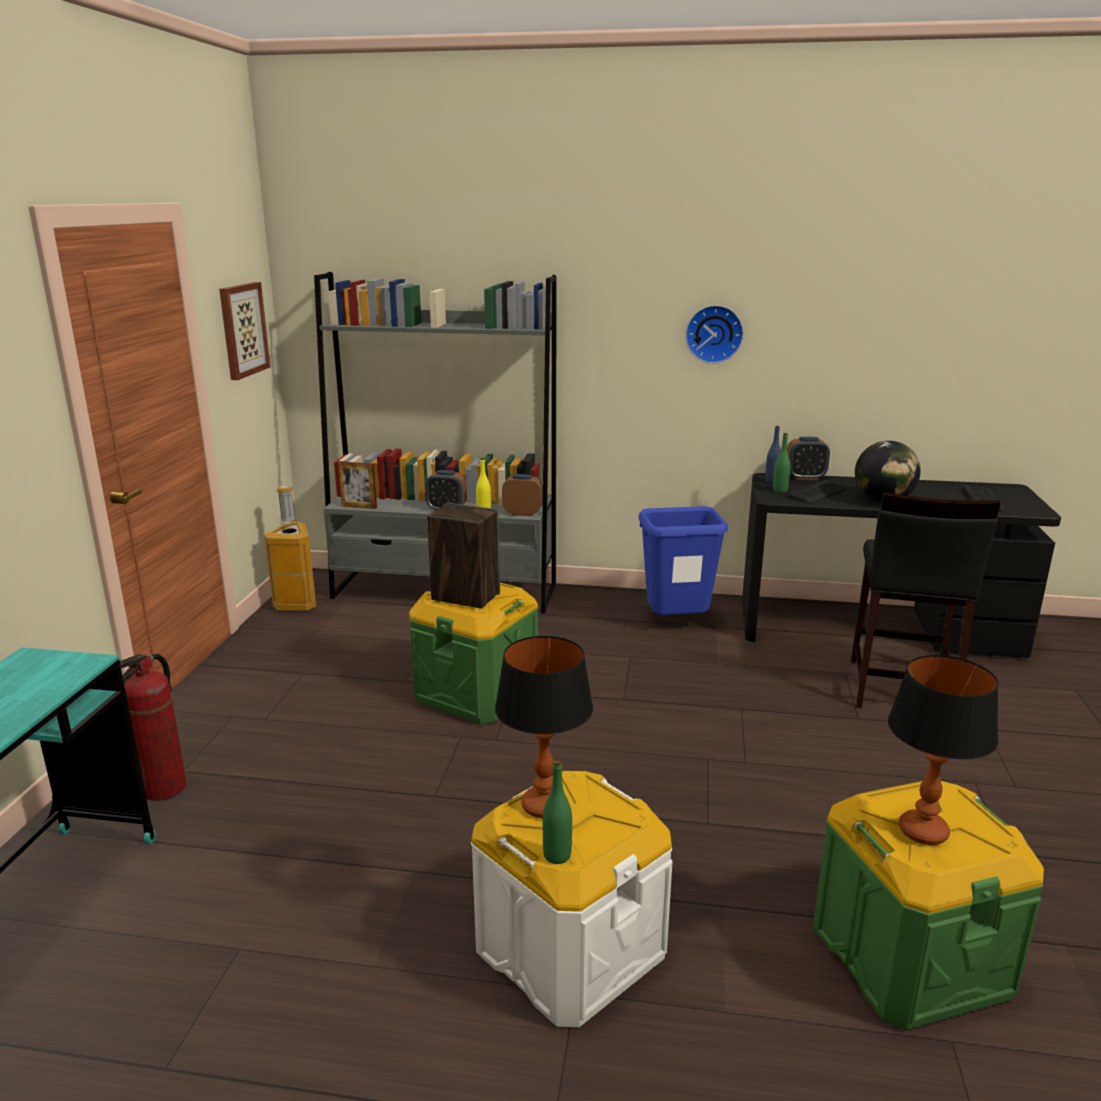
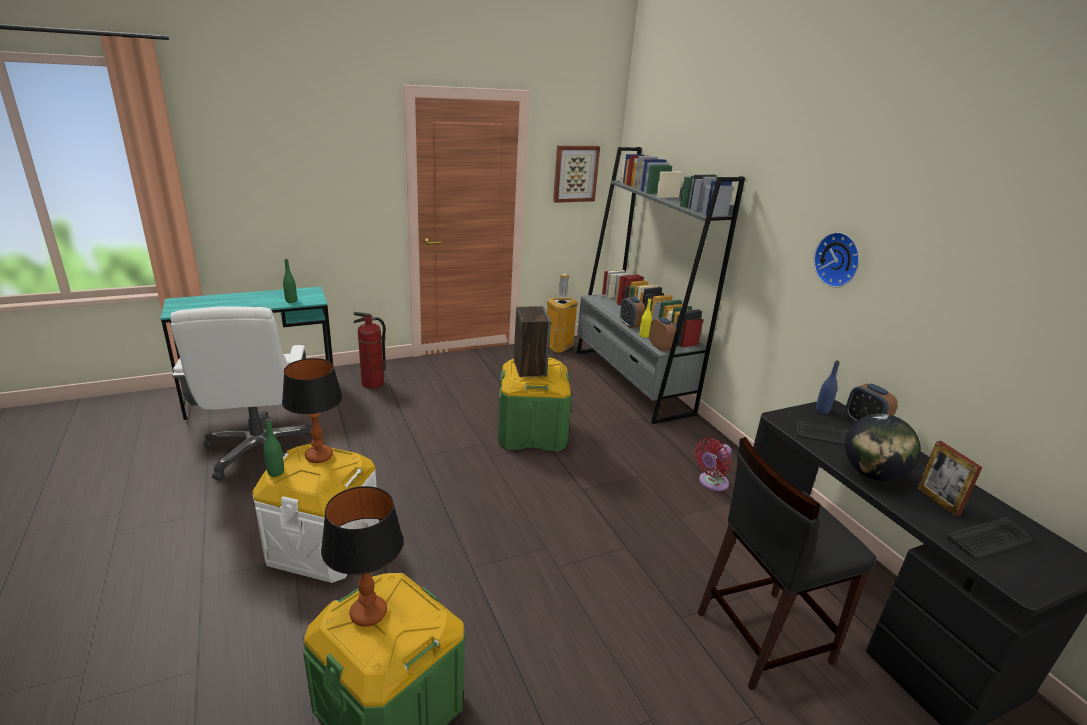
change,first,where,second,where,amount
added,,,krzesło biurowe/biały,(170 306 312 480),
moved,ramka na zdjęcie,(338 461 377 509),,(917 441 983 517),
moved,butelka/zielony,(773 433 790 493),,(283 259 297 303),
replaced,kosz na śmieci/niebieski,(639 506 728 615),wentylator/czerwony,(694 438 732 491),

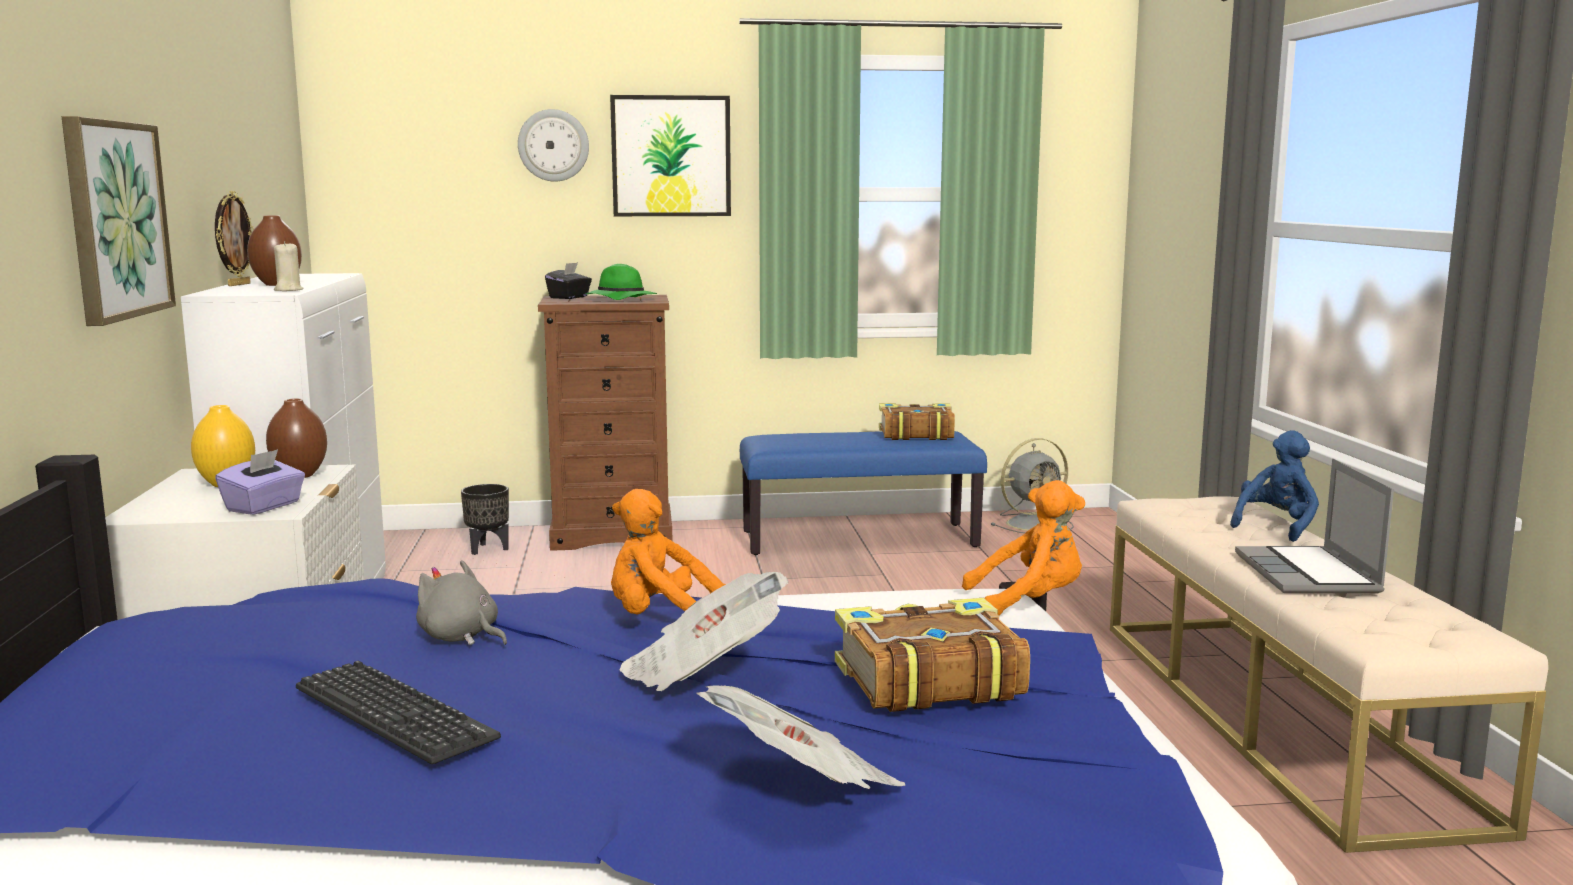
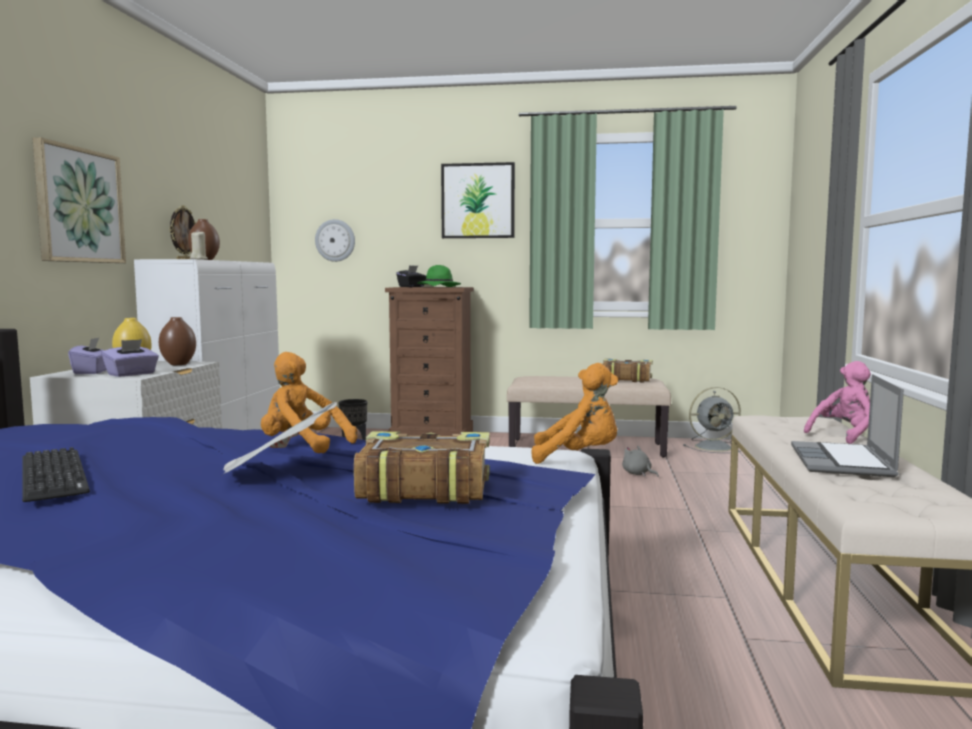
change,first,where,second,where,amount
removed,gazeta,(697 685 905 789),,,
added,,,pudełko chusteczek/fioletowy,(68 338 107 374),
moved,pluszak/szary,(416 560 507 645),,(622 446 659 477),
moved,zegar ścienny,(518 109 589 182),,(315 219 355 262),
recoloured,ławka/niebieski,(740 431 987 555),ławka/beżowy,(507 376 671 457),
recoloured,pluszak/niebieski,(1230 430 1319 542),pluszak/różowy,(804 361 871 444),

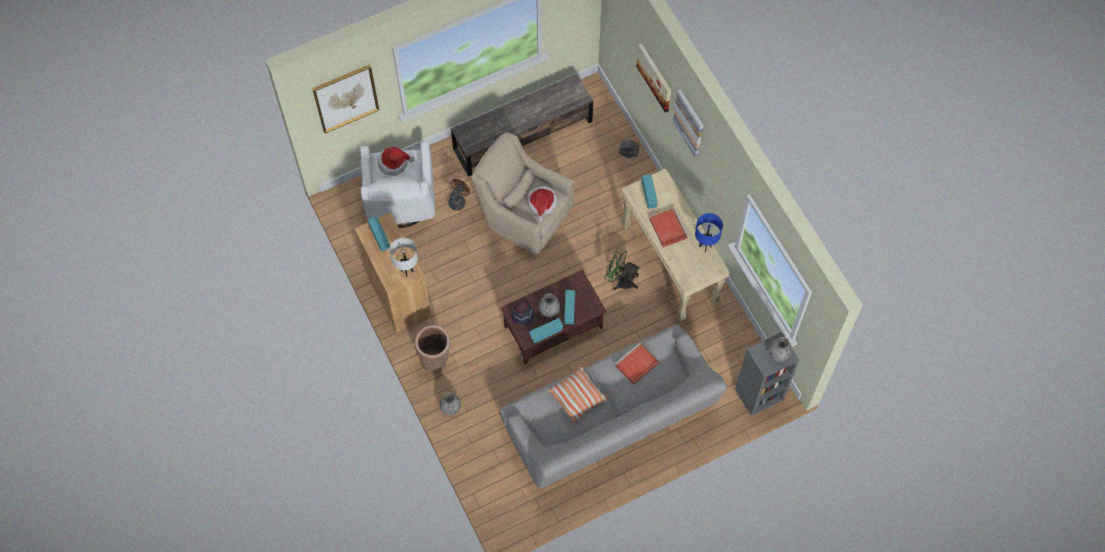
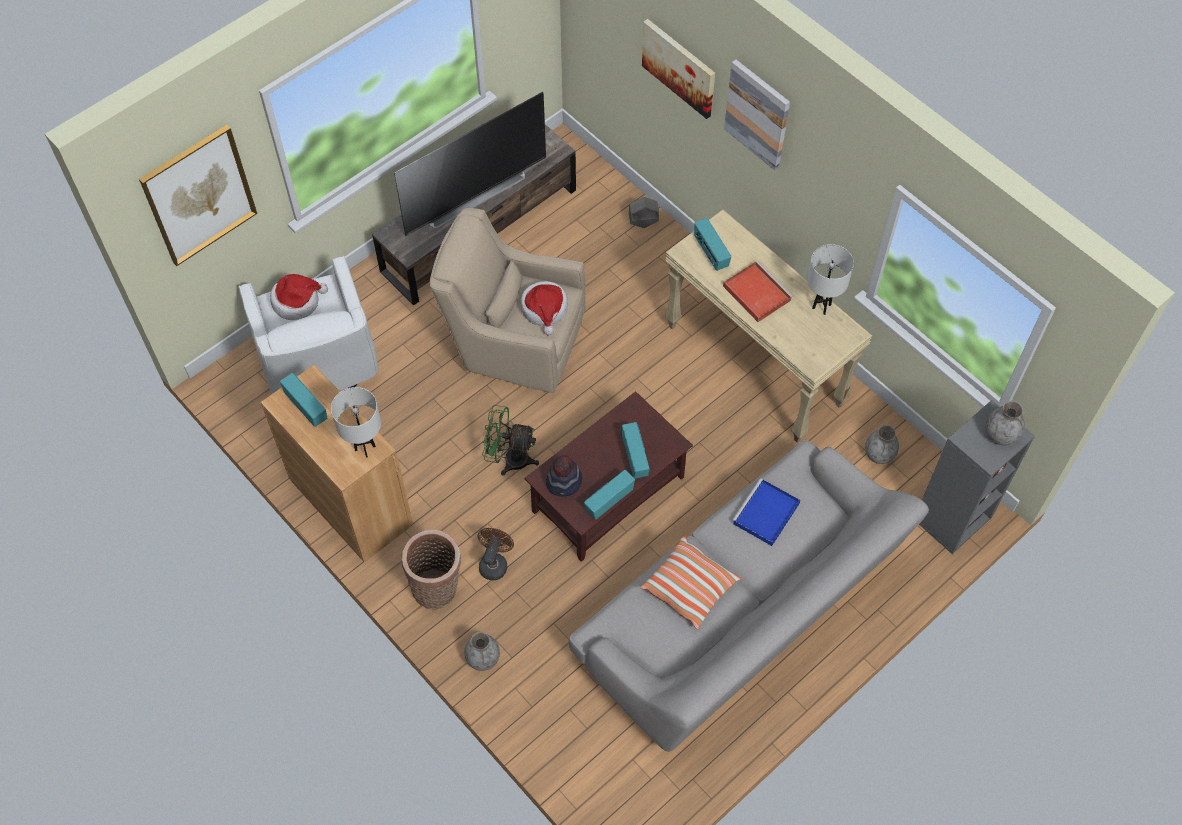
change,first,where,second,where,amount
added,,,telewizor,(394 92 546 236),
moved,wentylator/brązowy,(448 179 470 211),,(478 528 514 580),
moved,wazon/szary,(539 293 560 317),,(865 425 899 464),
moved,wentylator/zielony,(604 248 639 290),,(482 405 539 476),
recoloured,taca/czerwony,(615 342 659 385),taca/niebieski,(732 478 800 546),
recoloured,lampa stołowa/niebieski,(695 213 723 252),lampa stołowa/biały,(807 244 854 315),

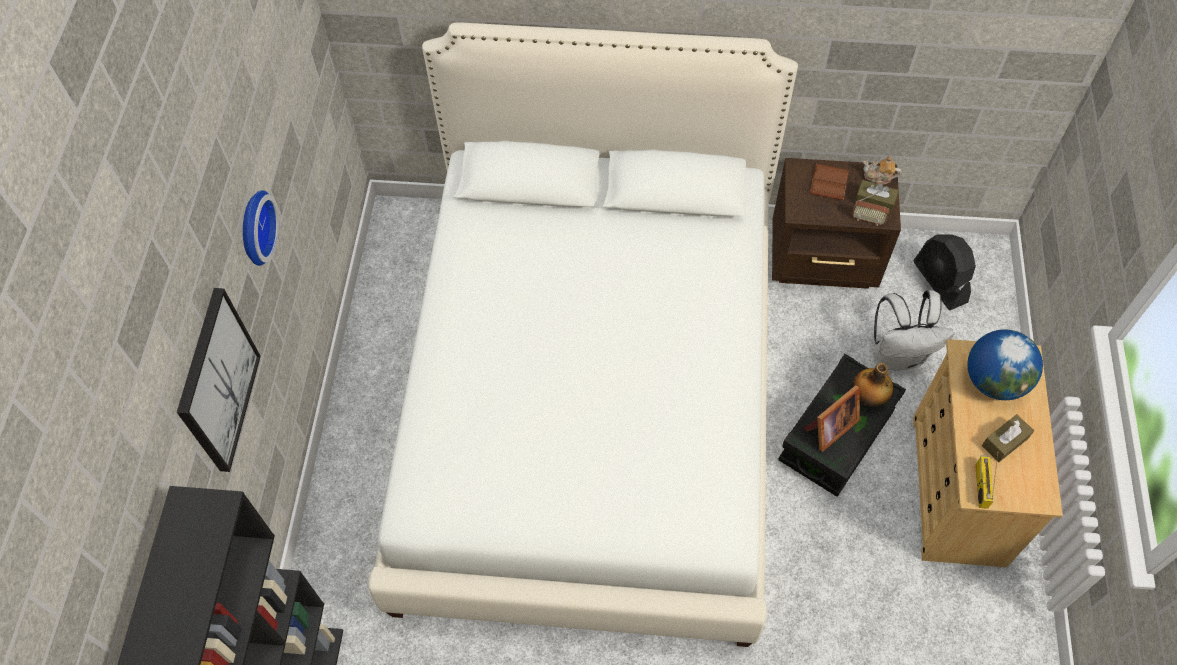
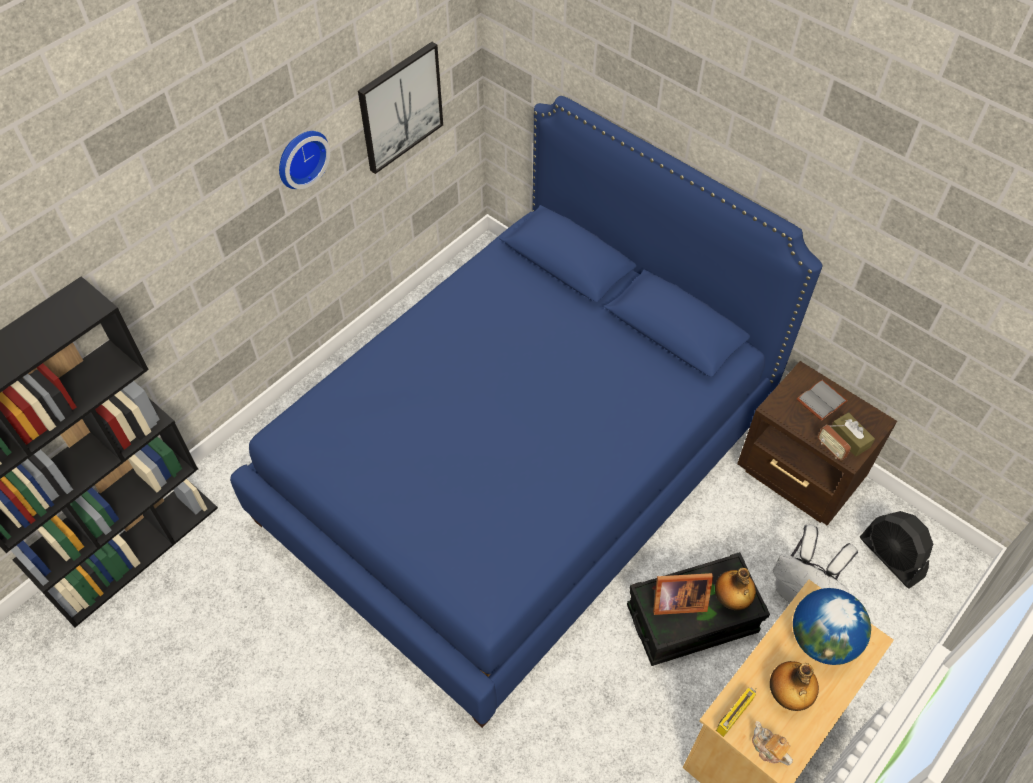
change,first,where,second,where,amount
moved,obraz,(177 288 261 472),,(358 42 443 174),
moved,imbryk,(863 156 901 185),,(752 721 793 766),
replaced,pudełko chusteczek/brązowy,(982 414 1034 462),butelka,(770 661 819 711),
recoloured,łóżko/biały,(368 23 798 647),łóżko/niebieski,(230 96 822 728),
recoloured,książka/brązowy,(810 164 849 200),książka/szary,(797 380 847 421),
turned,wentylator/czarny,(913 234 976 310),,(860 511 933 589),45 degrees counterclockwise

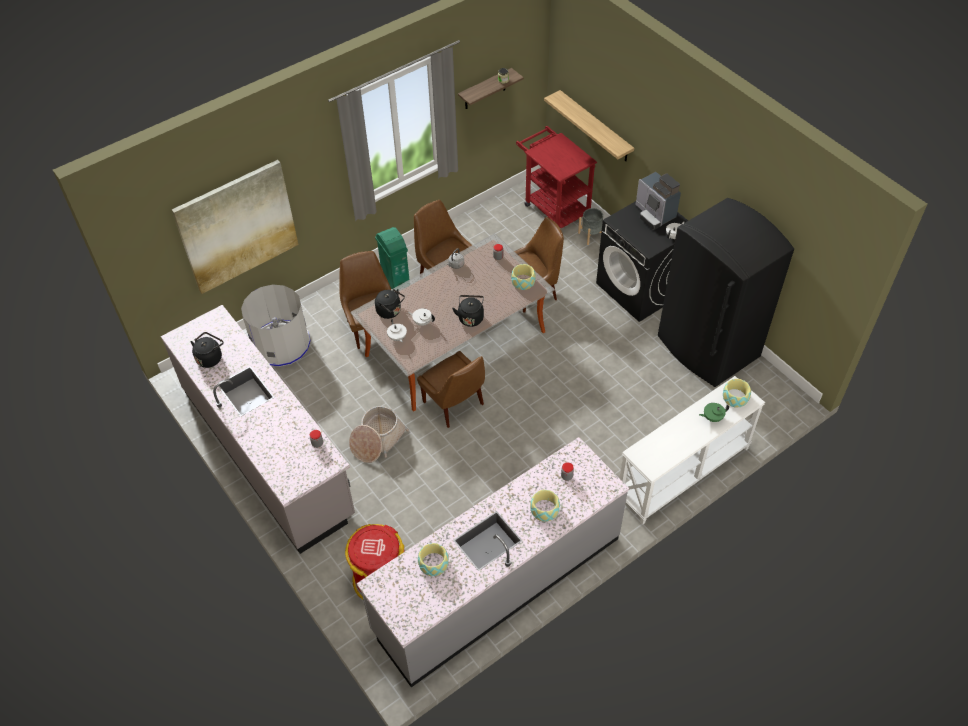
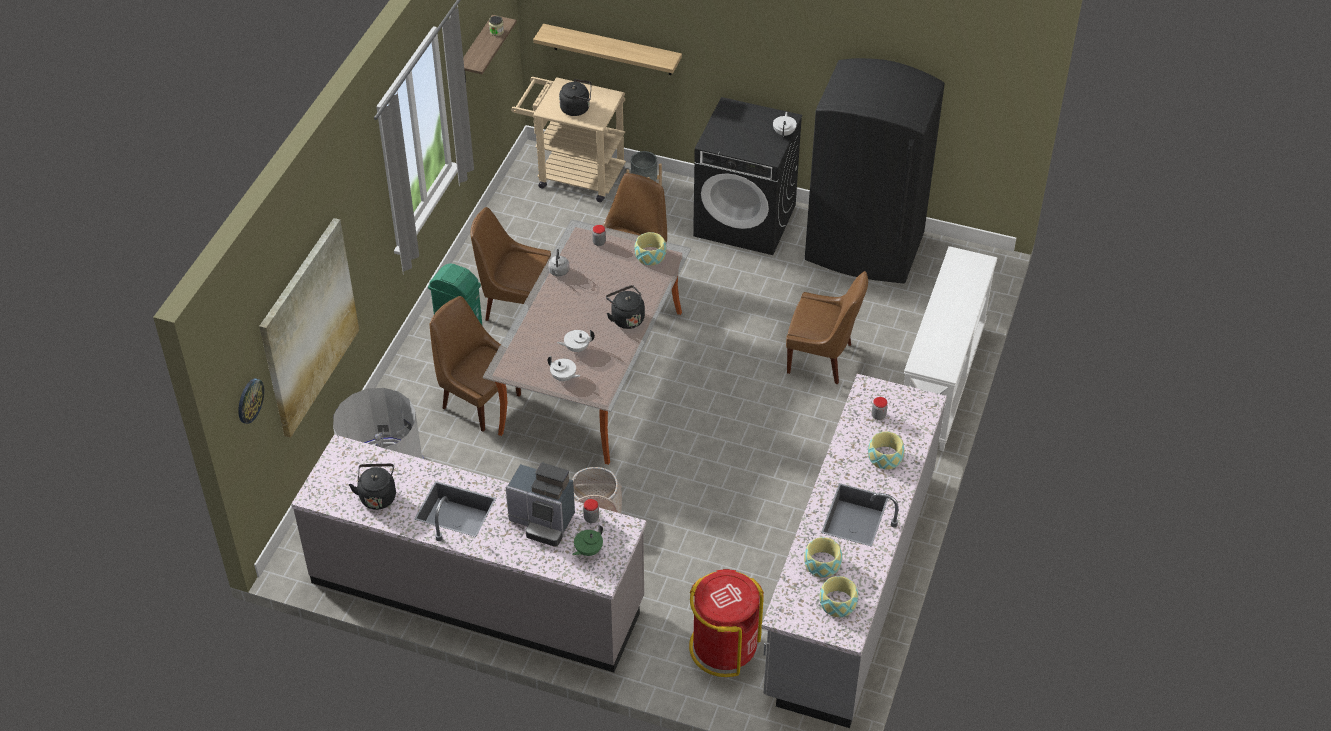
change,first,where,second,where,amount
added,,,zegar ścienny,(238 378 264 424),
moved,czajnik/czarny,(375 289 405 319),,(559 79 592 116),
moved,krzesło/brązowy,(417 351 485 428),,(786 271 868 384),
moved,ekspres do kawy,(636 172 681 229),,(506 462 575 547),
moved,imbryk/zielony,(699 403 729 422),,(572 525 603 556),
moved,miska,(723 379 751 408),,(820 576 858 617),
recoloured,wózek/czerwony,(516 126 597 228),wózek/beżowy,(511 77 626 202),

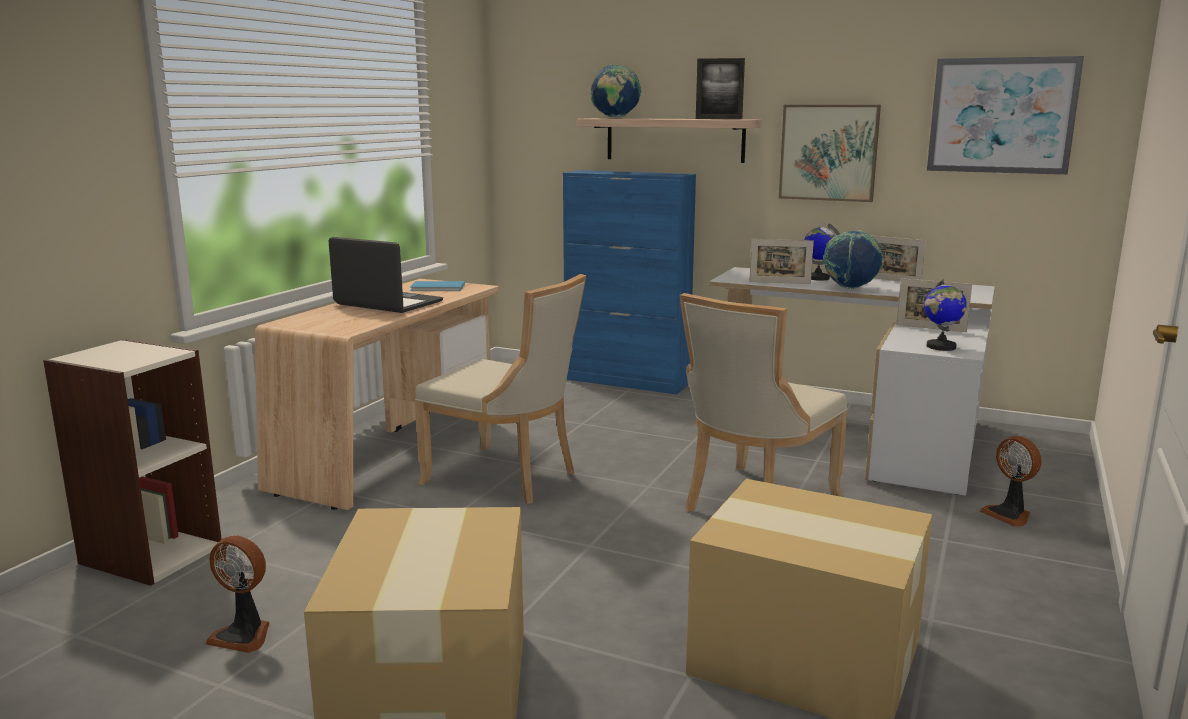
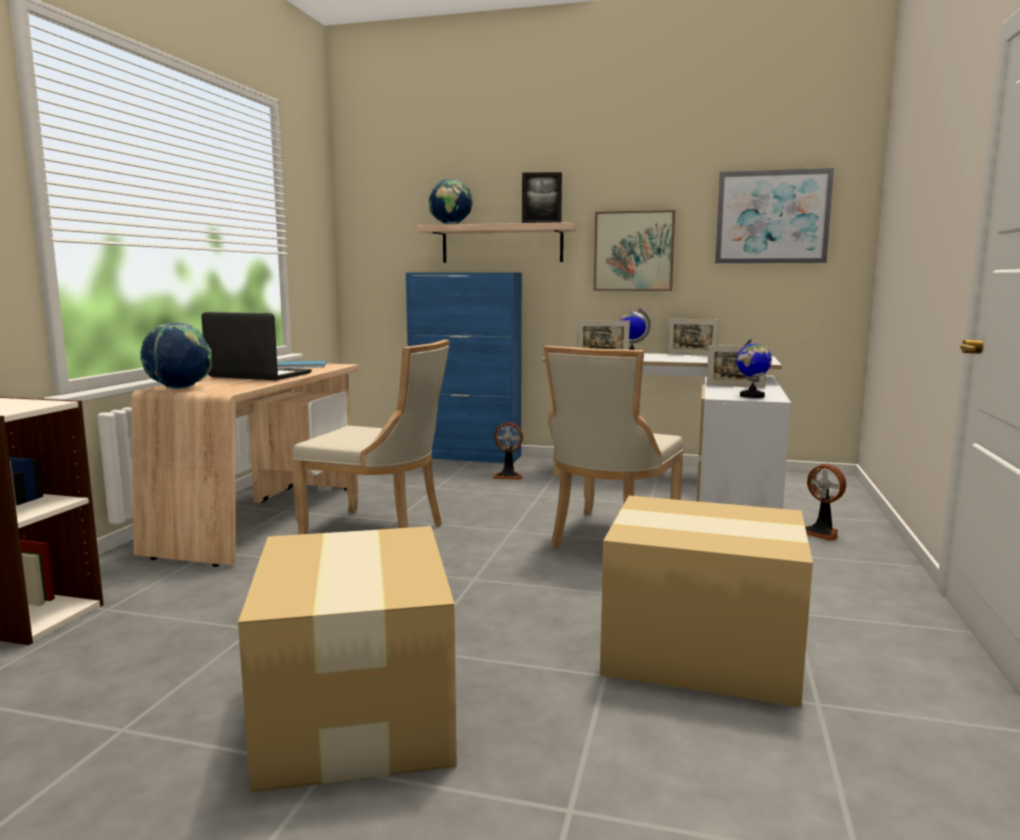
change,first,where,second,where,amount
moved,wentylator,(206 535 270 653),,(492 422 523 480),
moved,globus,(823 230 884 289),,(140 322 212 389),

